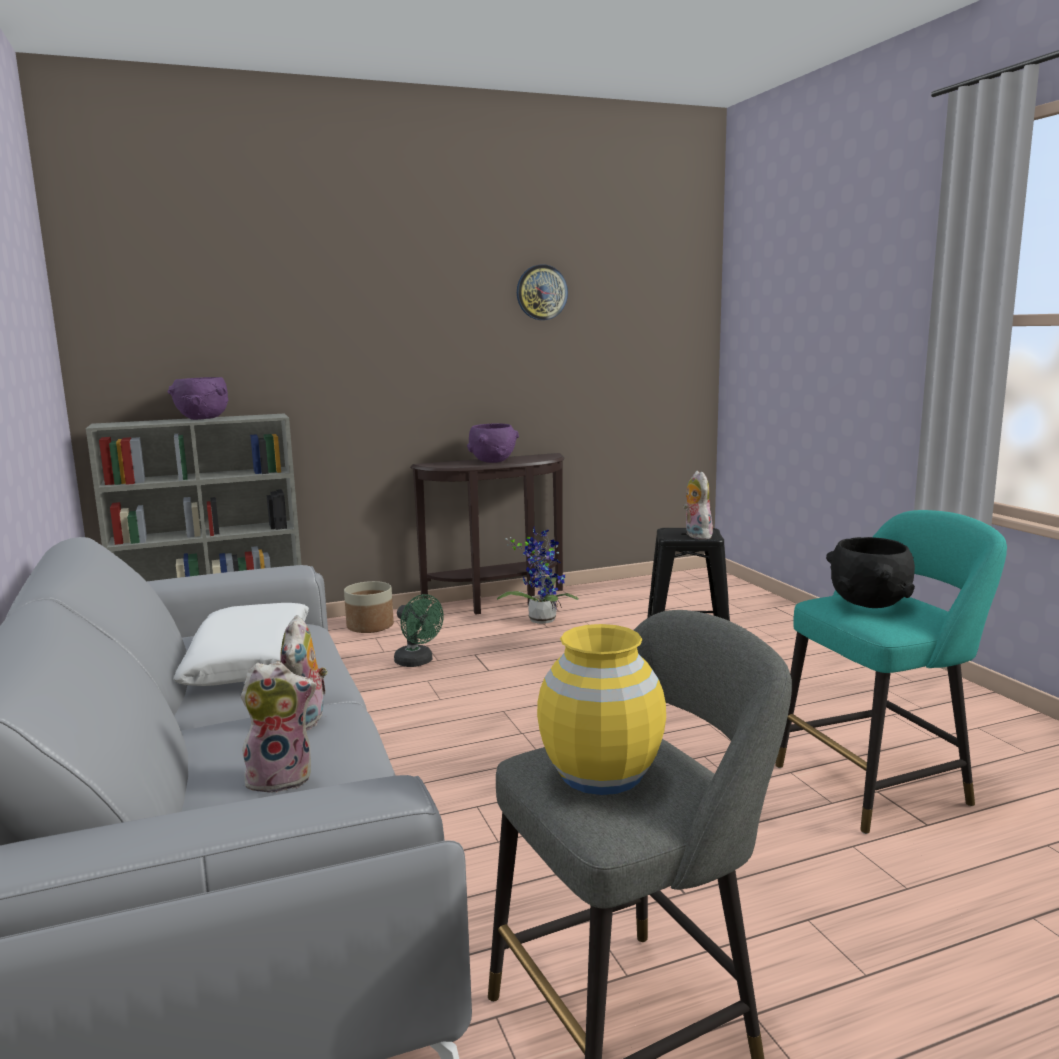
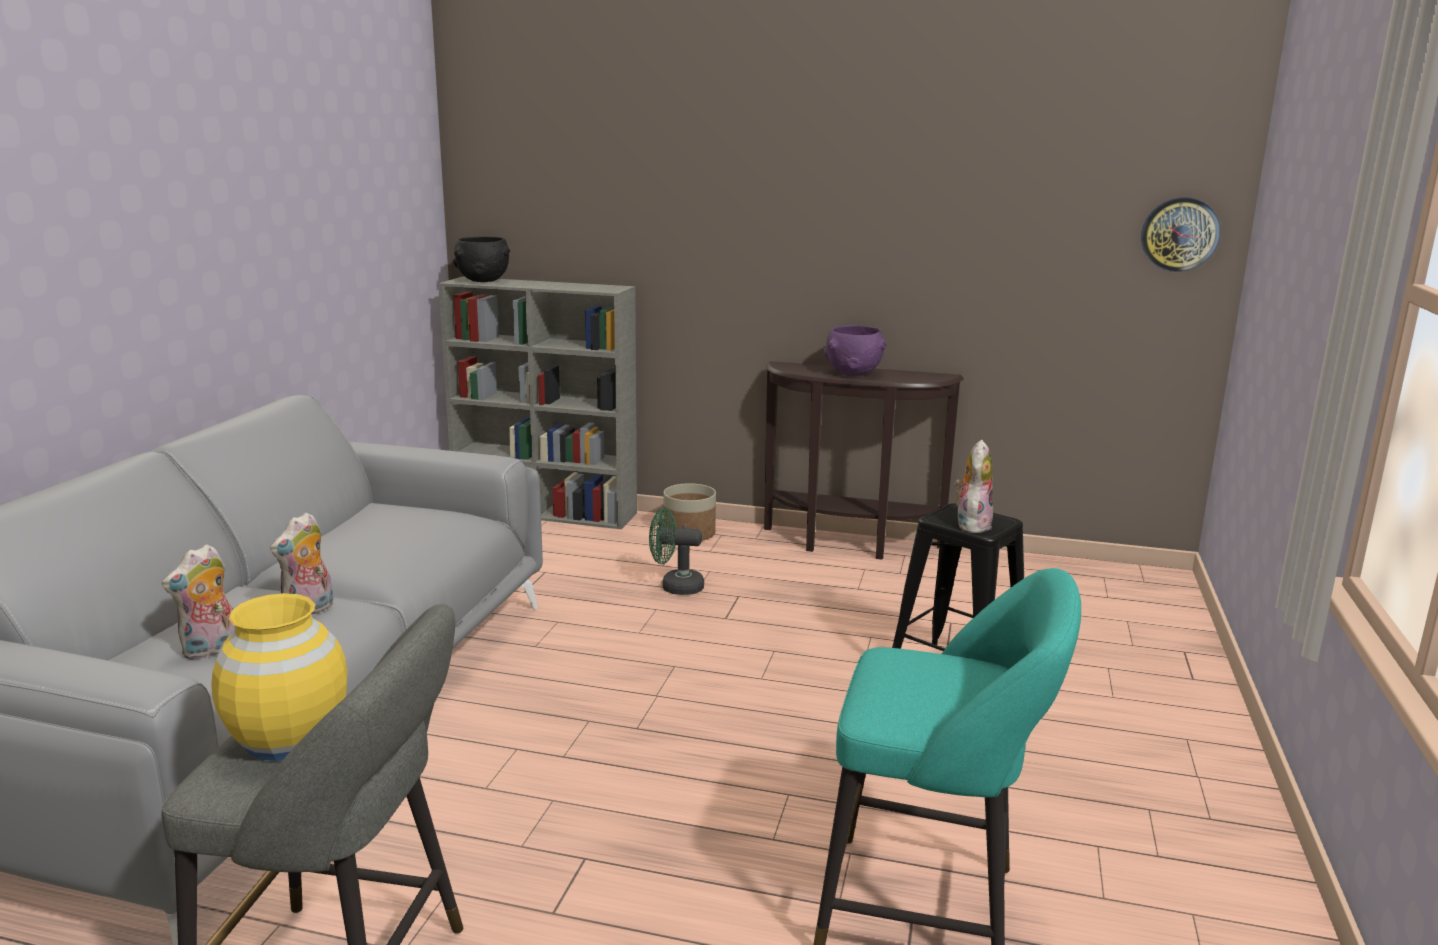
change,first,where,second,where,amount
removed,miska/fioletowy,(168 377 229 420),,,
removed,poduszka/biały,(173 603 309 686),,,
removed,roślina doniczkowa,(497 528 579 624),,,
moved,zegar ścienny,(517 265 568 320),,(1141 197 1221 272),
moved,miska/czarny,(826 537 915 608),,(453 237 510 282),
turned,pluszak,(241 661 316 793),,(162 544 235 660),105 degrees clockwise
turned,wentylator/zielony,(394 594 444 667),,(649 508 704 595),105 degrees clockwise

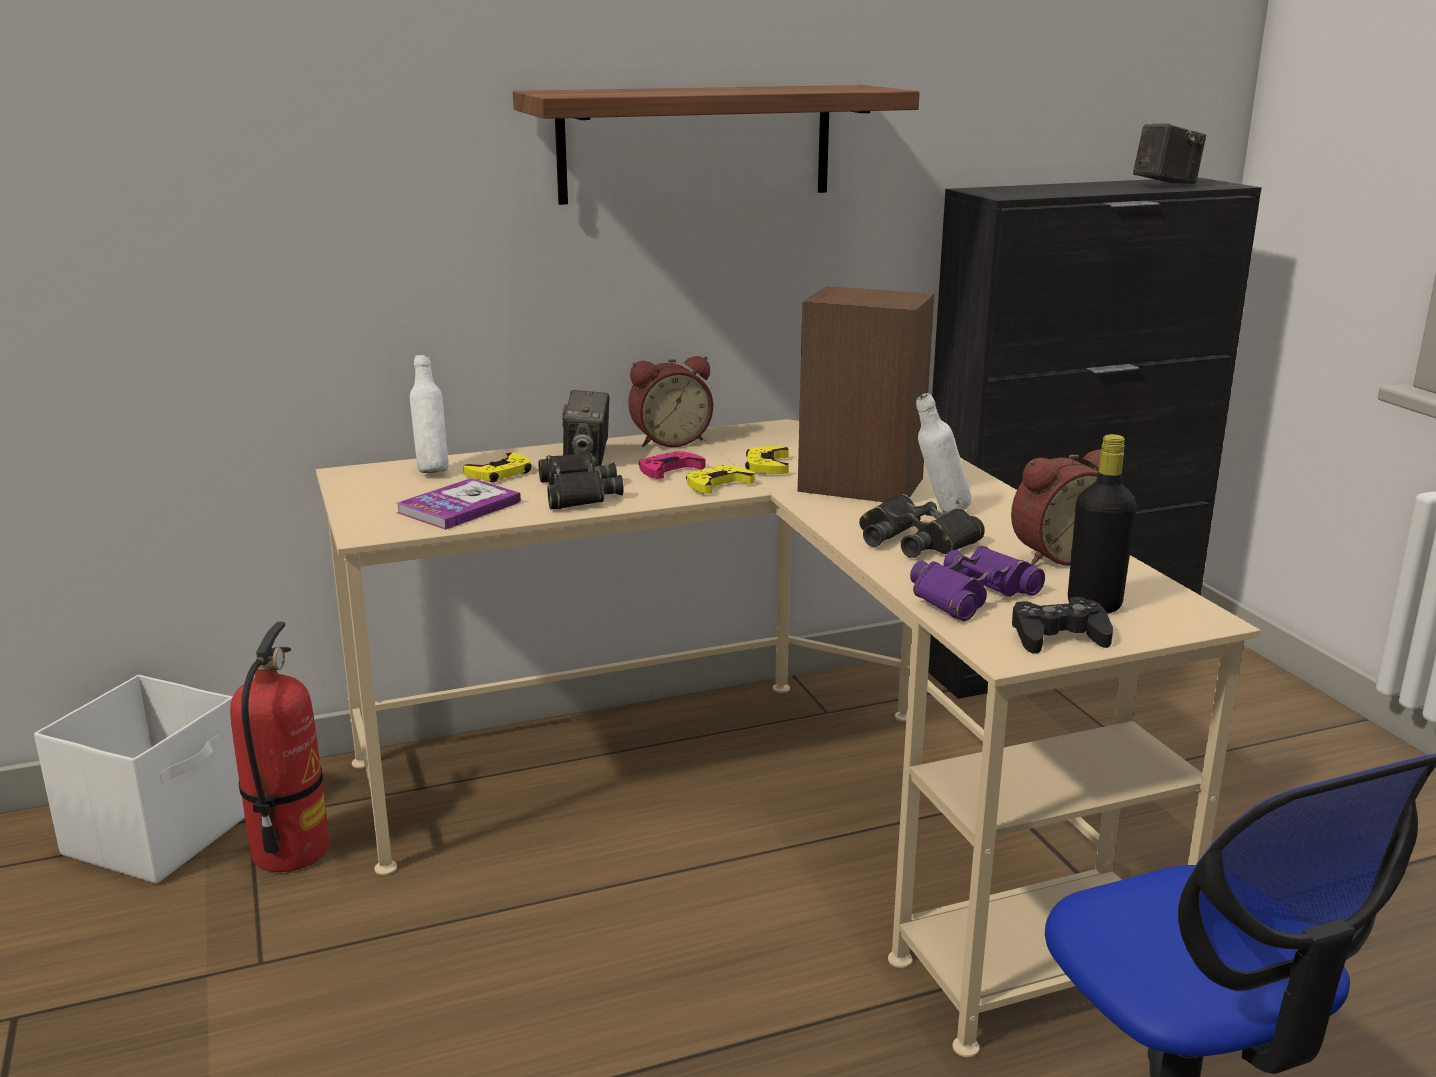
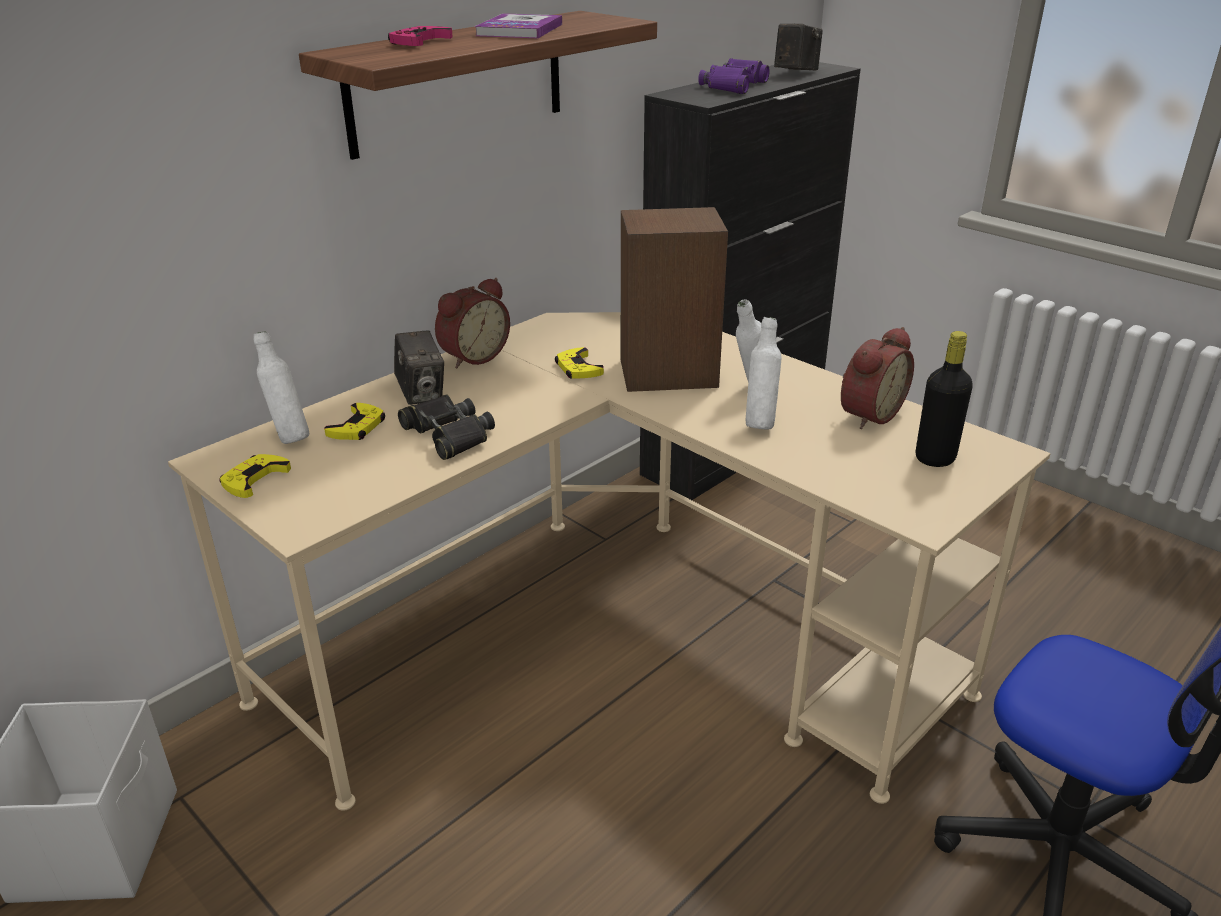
change,first,where,second,where,amount
removed,gaśnica,(230 622 329 872),,,
removed,pad do gier/czarny,(1012 597 1113 653),,,
moved,książka,(396 478 521 530),,(475 13 562 38),
moved,pad do gier/różowy,(639 451 705 479),,(388 26 453 46),
moved,pad do gier/żółty,(686 465 755 494),,(219 454 291 498),
moved,lornetka/fioletowy,(910 545 1045 621),,(698 58 770 94),
replaced,lornetka/czarny,(859 494 985 558),butelka/biały,(746 317 781 429),

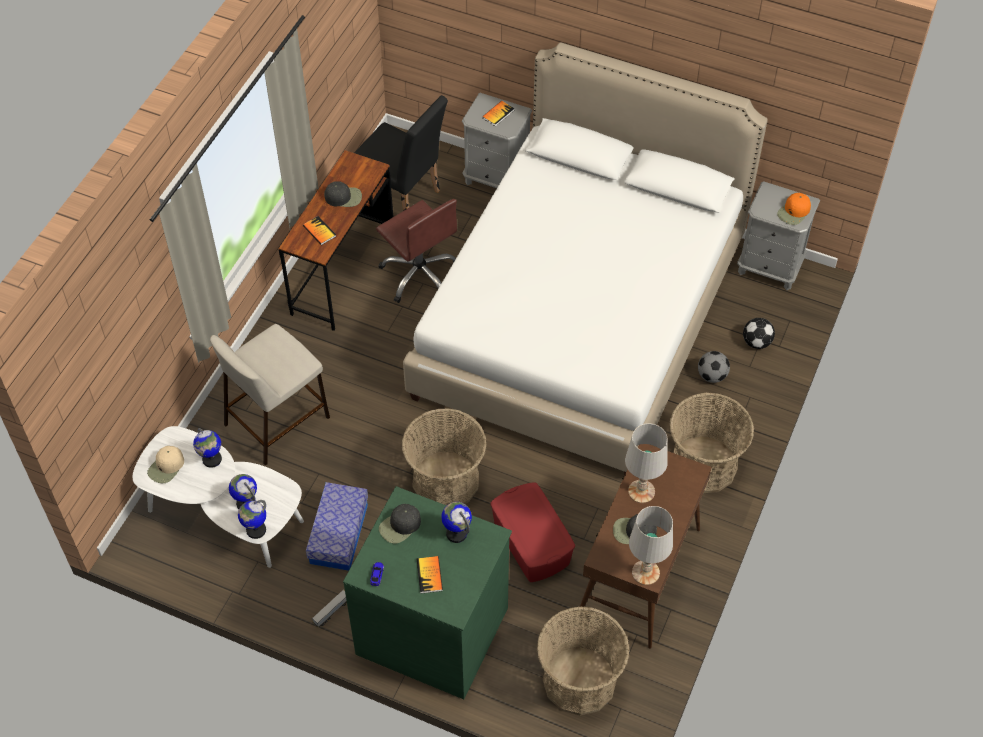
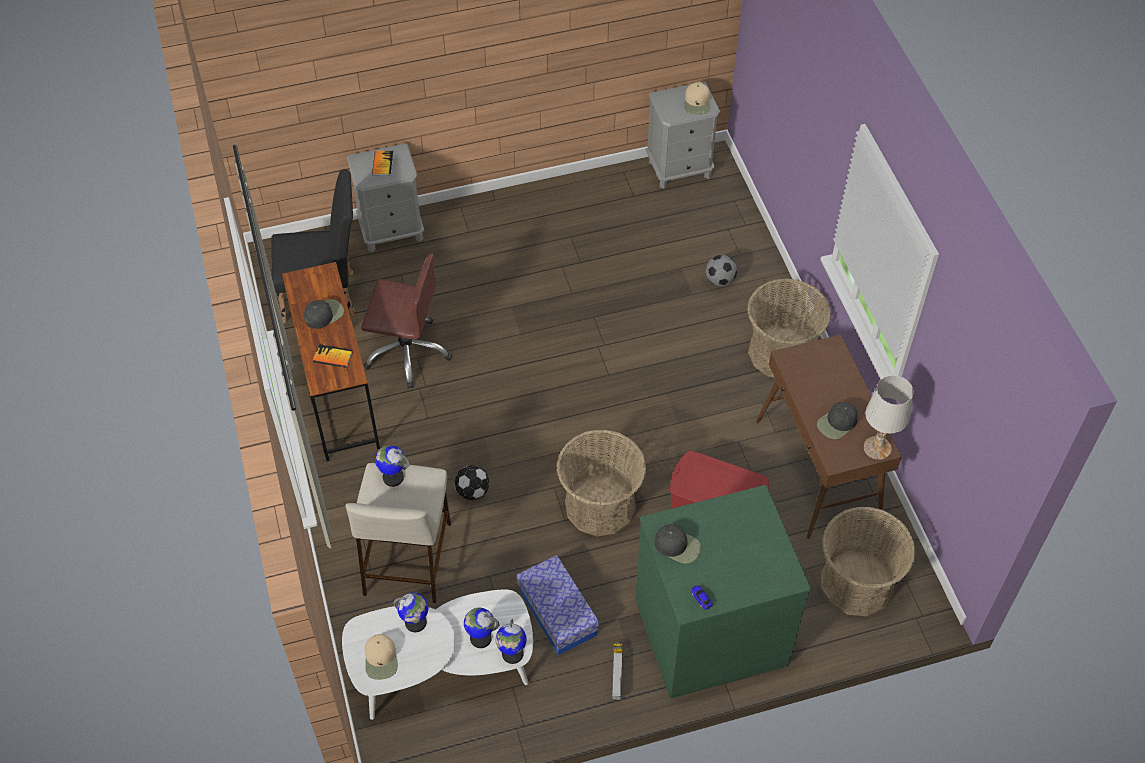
change,first,where,second,where,amount
removed,łóżko/biały,(403 42 768 476),,,
removed,książka,(416 556 443 594),,,
removed,lampa stołowa/biały,(625 423 668 503),,,
moved,globus,(441 502 472 543),,(375 445 409 487),
moved,piłka futbolowa,(743 318 775 349),,(454 465 489 500),
recoloured,czapka z daszkiem/pomarańczowy,(777 193 811 225),czapka z daszkiem/beżowy,(685 82 710 115),
turned,czapka z daszkiem/czarny,(379 504 421 544),,(655 524 701 564),75 degrees counterclockwise

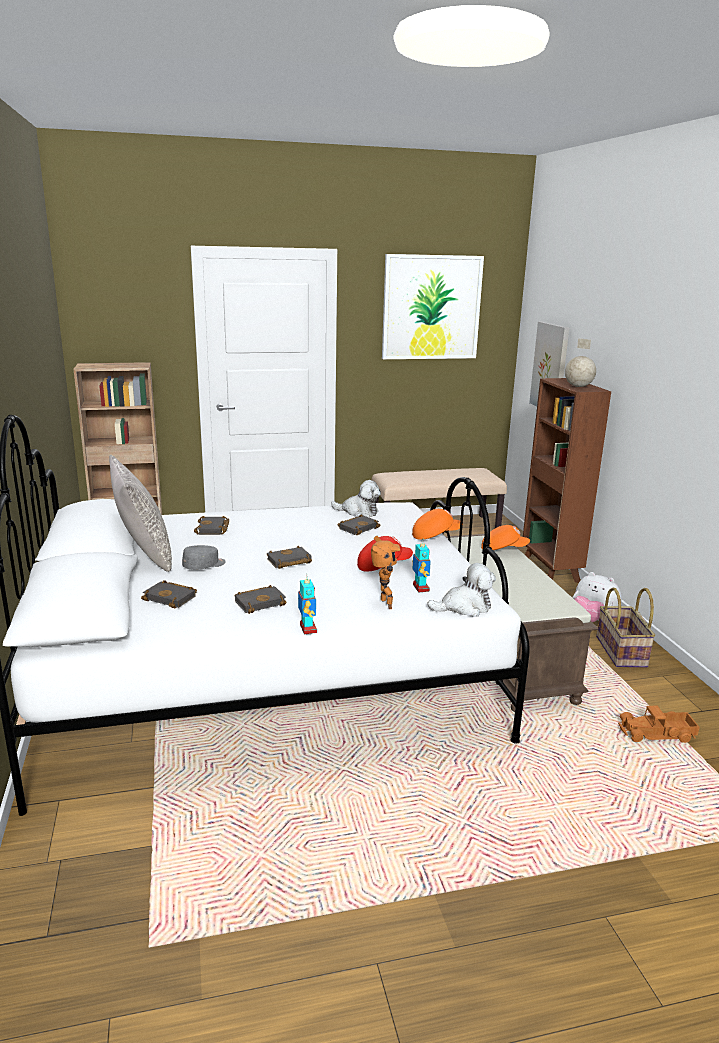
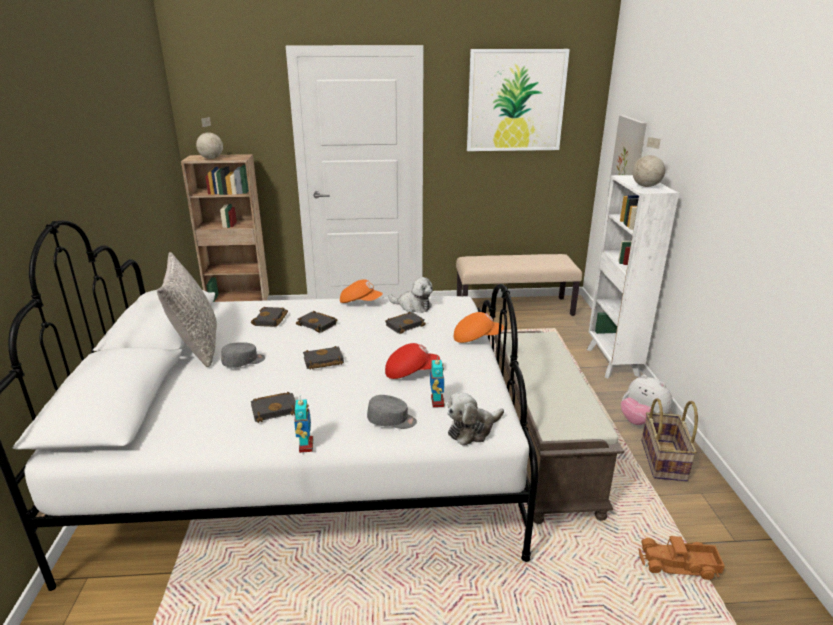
change,first,where,second,where,amount
added,,,globus,(196 117 223 159),
moved,książka/czarny,(141 580 197 608),,(296 311 337 333),
moved,czapka z daszkiem/pomarańczowy,(481 525 530 550),,(340 280 383 303),
replaced,robot zabawkowy,(371 536 400 609),czapka z daszkiem/szary,(367 395 417 429),
recoloured,regał/brązowy,(523 378 611 583),regał/biały,(586 175 679 378),
turned,pluszak,(427 563 496 617),,(448 393 504 446),150 degrees clockwise

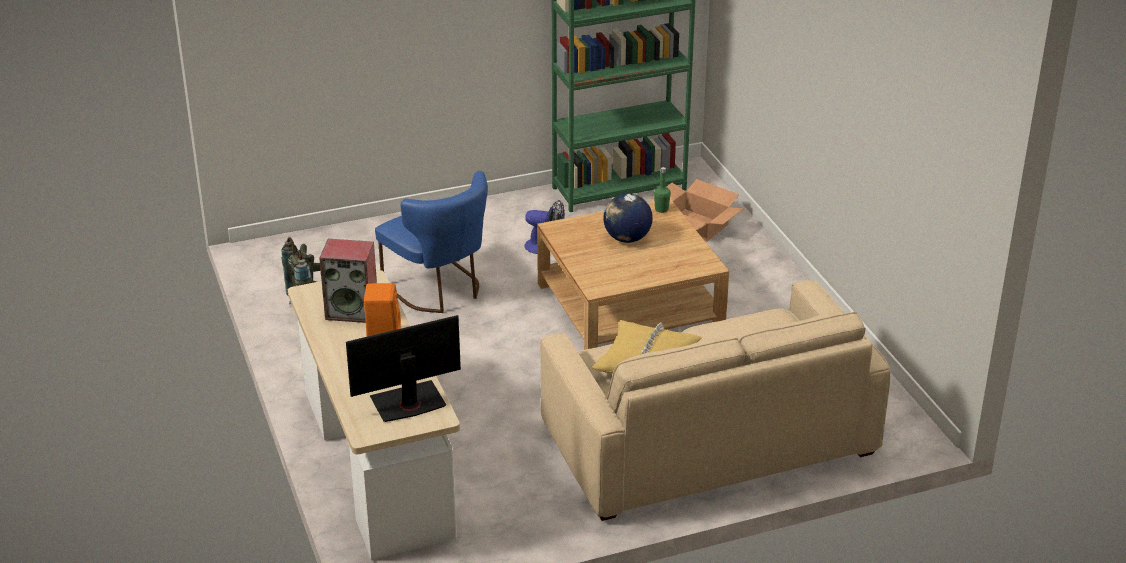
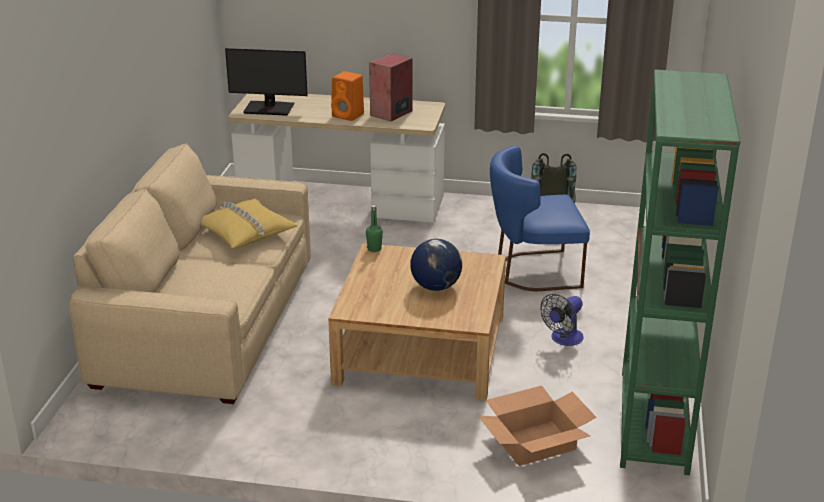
change,first,where,second,where,amount
moved,butelka/zielony,(654 167 671 213),,(366 205 383 252),
turned,monitor,(346 315 461 422),,(225 48 308 116),90 degrees clockwise

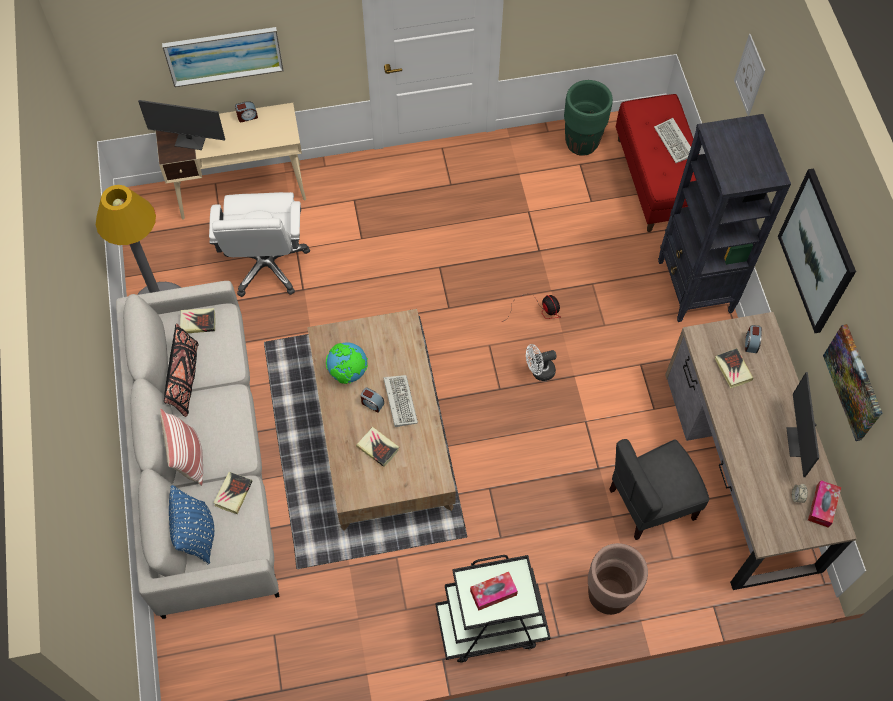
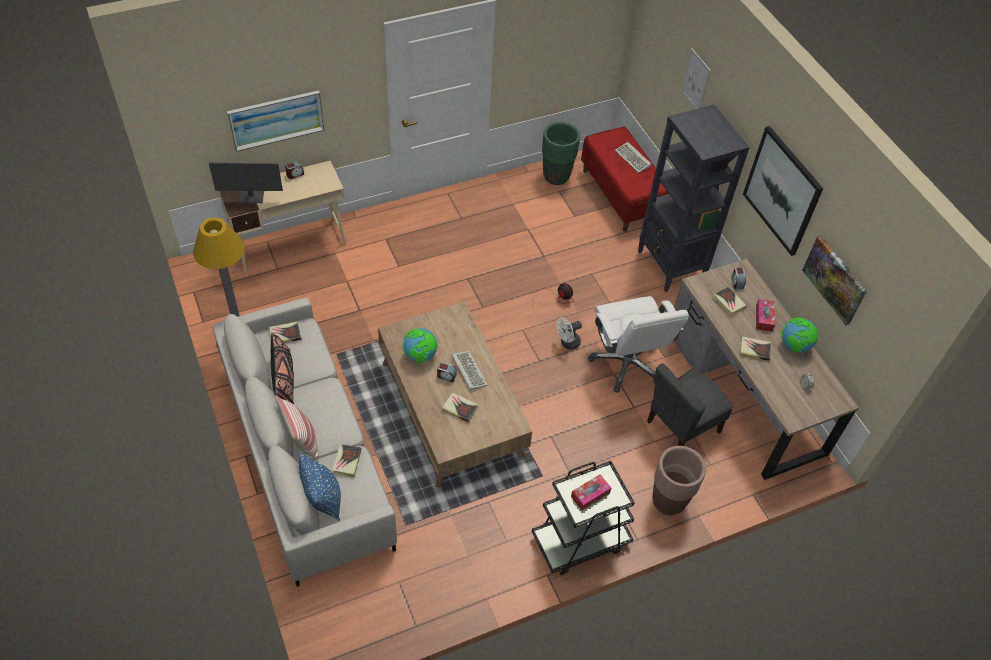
change,first,where,second,where,amount
added,,,książka,(739 337 771 361),
moved,krzesło biurowe/biały,(209 192 310 297),,(588 296 689 393),
moved,pudełko chusteczek,(808 480 841 528),,(756 299 775 332),
replaced,monitor,(786 372 819 477),globus,(781 317 818 353),

